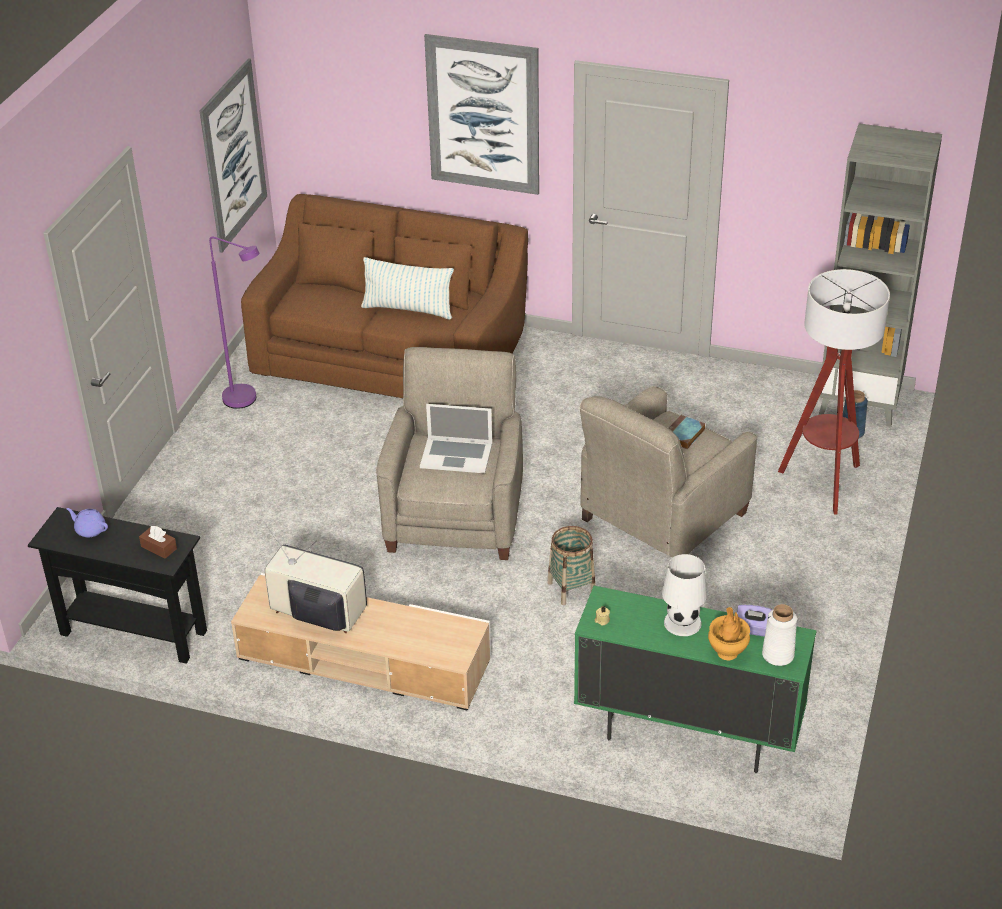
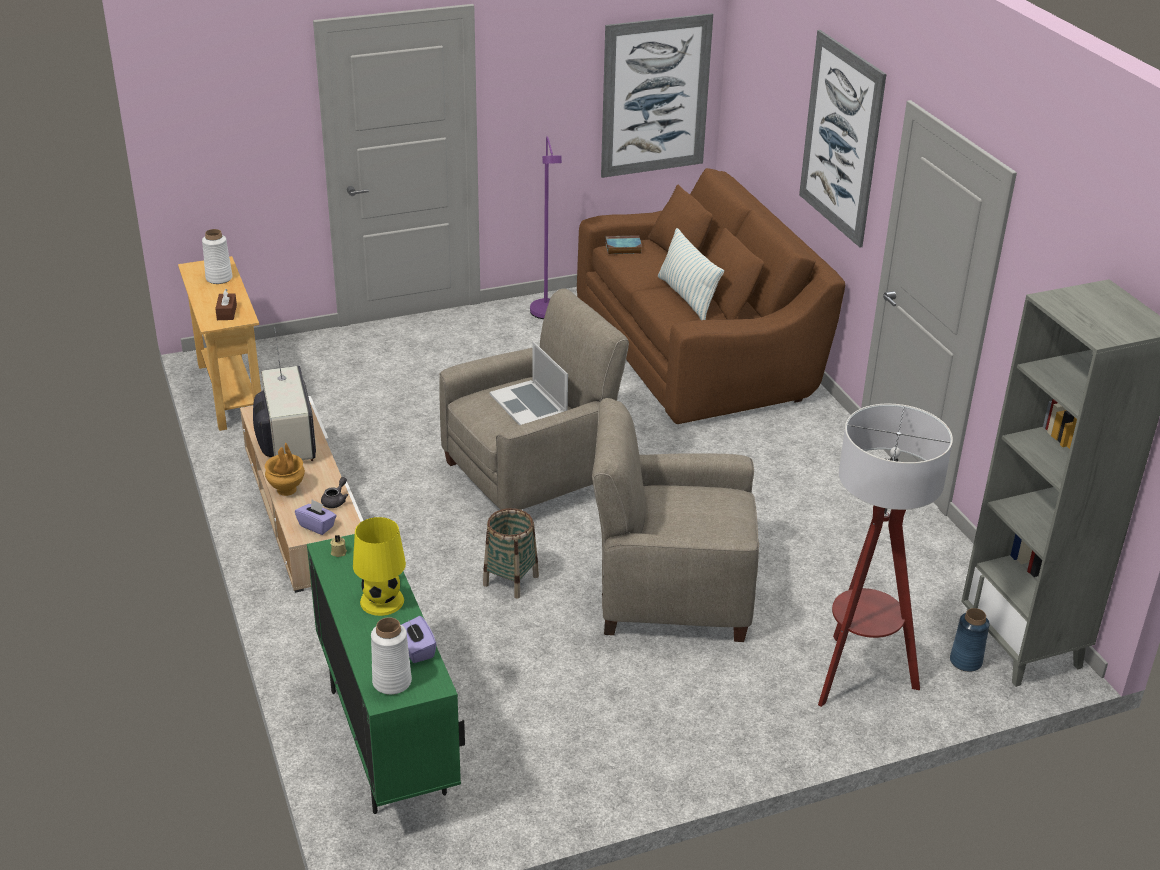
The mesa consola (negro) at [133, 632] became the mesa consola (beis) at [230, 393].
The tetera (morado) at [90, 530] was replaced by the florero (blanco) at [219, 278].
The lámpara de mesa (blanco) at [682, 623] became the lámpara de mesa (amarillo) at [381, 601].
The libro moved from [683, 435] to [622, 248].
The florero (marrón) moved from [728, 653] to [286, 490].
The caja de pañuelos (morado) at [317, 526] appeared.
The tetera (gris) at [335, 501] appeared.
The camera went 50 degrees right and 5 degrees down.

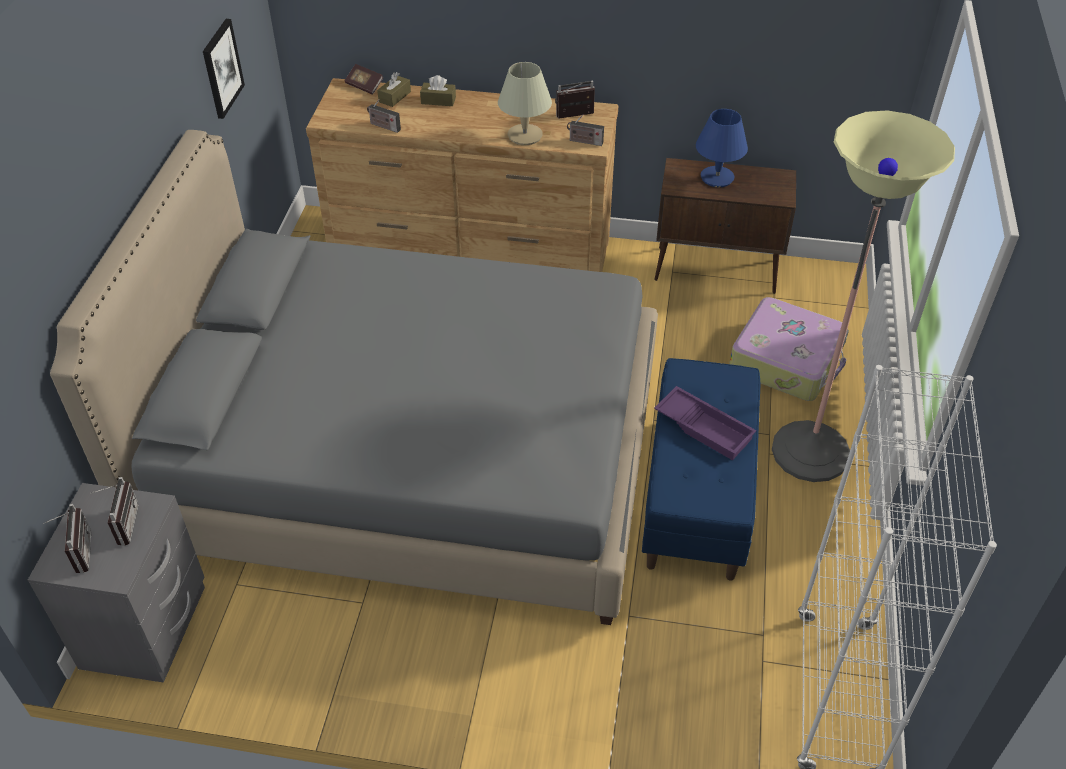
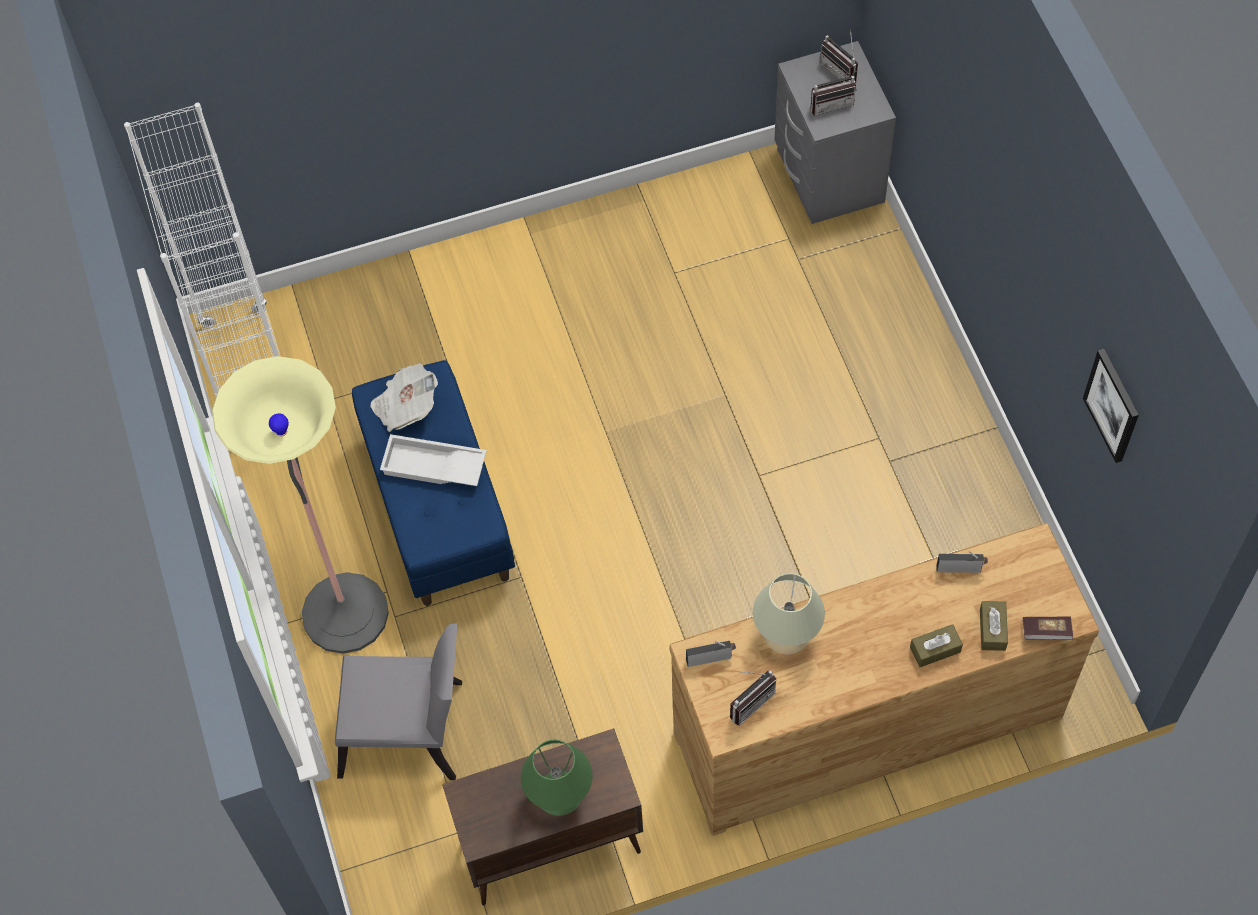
The cama (gris) at [410, 459] disappeared.
The radio at [122, 525] turned 75 degrees counterclockwise.
The bandeja (morado) at [705, 427] became the bandeja (blanco) at [433, 467].
The lámpara de mesa (azul) at [717, 177] became the lámpara de mesa (verde) at [560, 794].
The maleta at [787, 360] was replaced by the silla (gris) at [410, 732].
The periódico at [406, 407] appeared.
The camera went 155 degrees right and 15 degrees up.

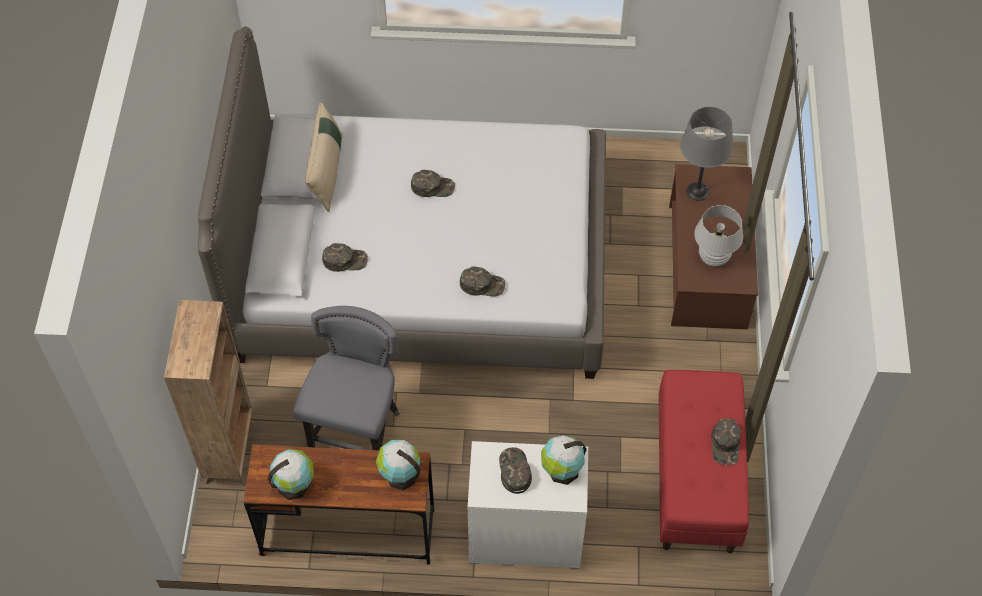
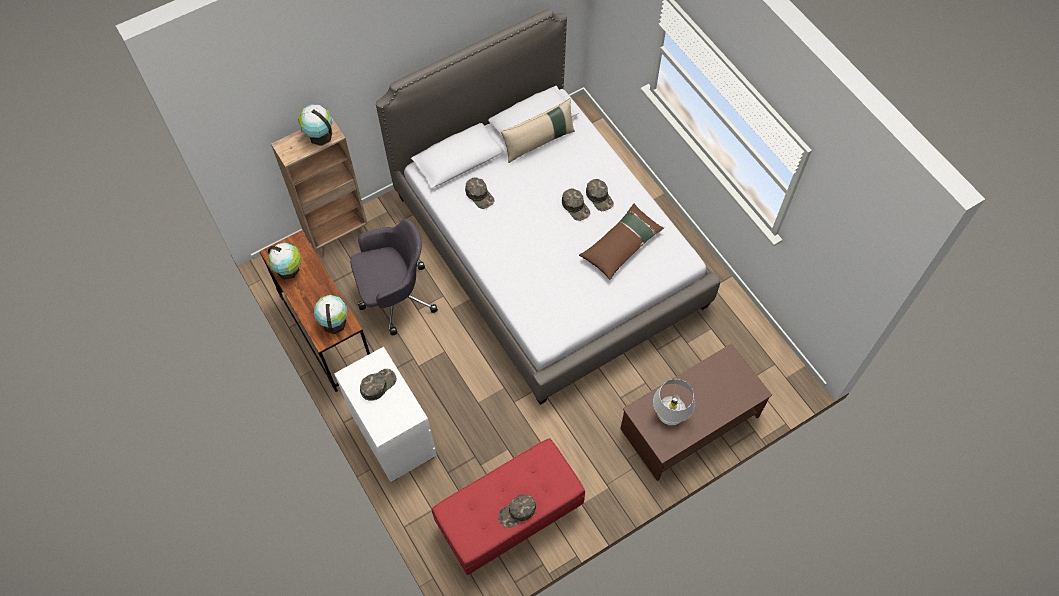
The taburete (gris) at [358, 439] was replaced by the silla de oficina (gris) at [394, 296].
The gorra (verde) moved from [482, 284] to [599, 197].
The globo terráqueo moved from [561, 471] to [319, 135].
The lámpara de mesa (gris) at [697, 191] disappeared.
The cojín (marrón) at [621, 245] appeared.
The camera went 55 degrees right and 5 degrees up.

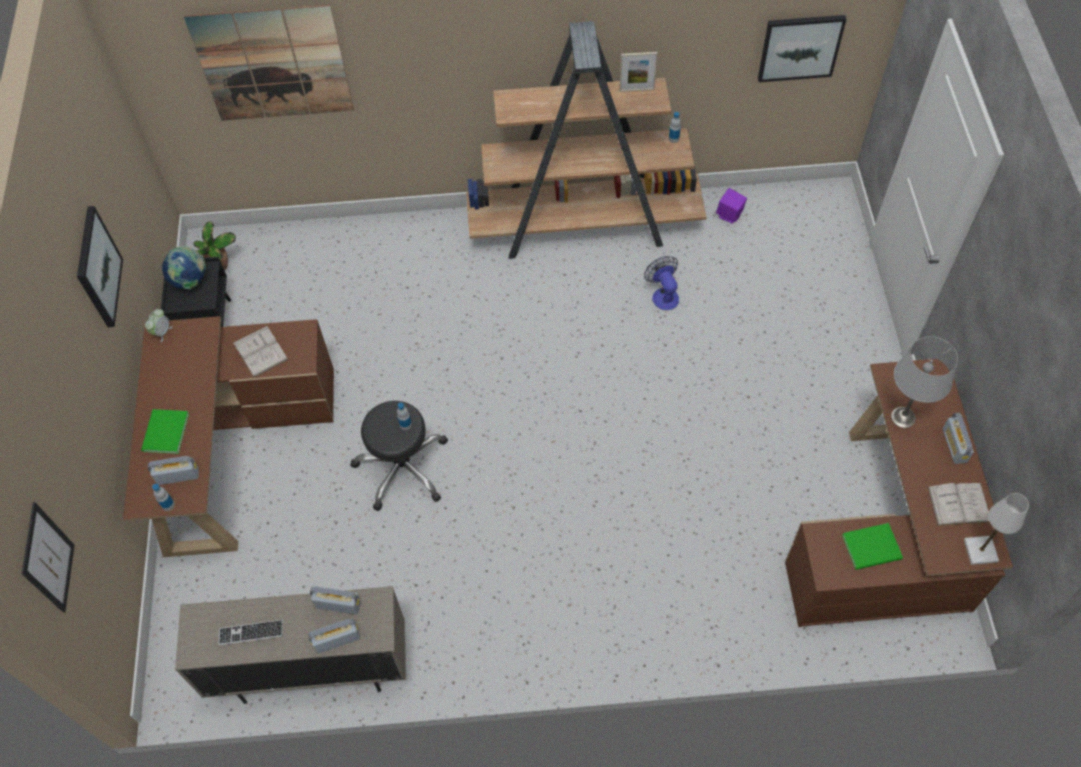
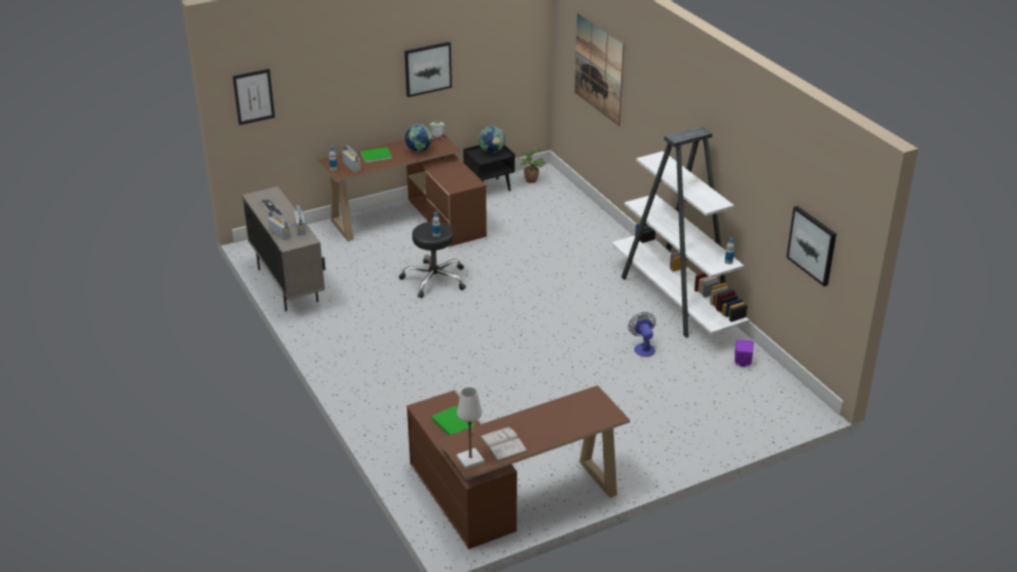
The libro (blanco) at [260, 351] disappeared.
The estantería (marrón) at [585, 225] became the estantería (blanco) at [676, 301].
The portarretratos at [636, 90] disappeared.
The ventilador at [663, 295] turned 60 degrees counterclockwise.
The lámpara de mesa (gris) at [902, 417] disappeared.
The radio at [954, 445] disappeared.
The globo terráqueo at [419, 151] appeared.
The camera went 65 degrees right and 25 degrees down.

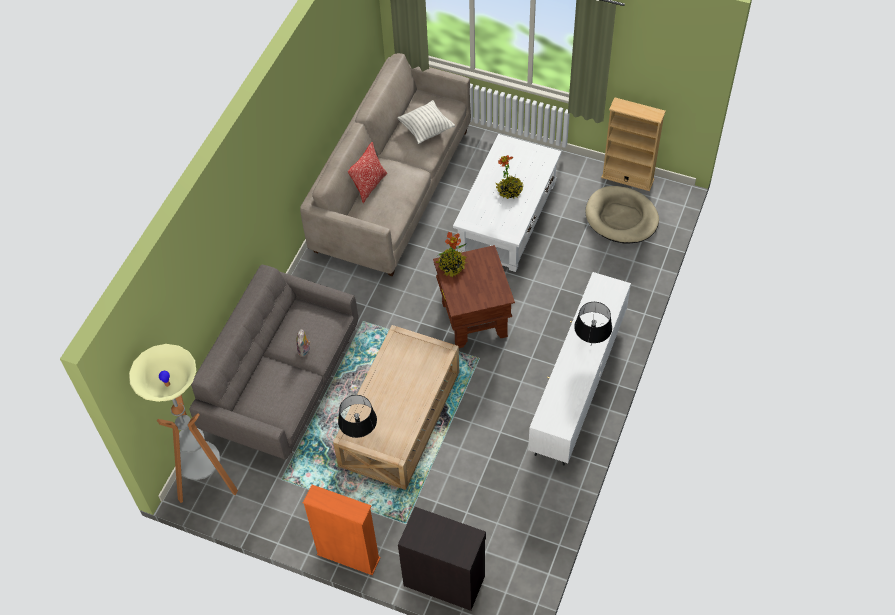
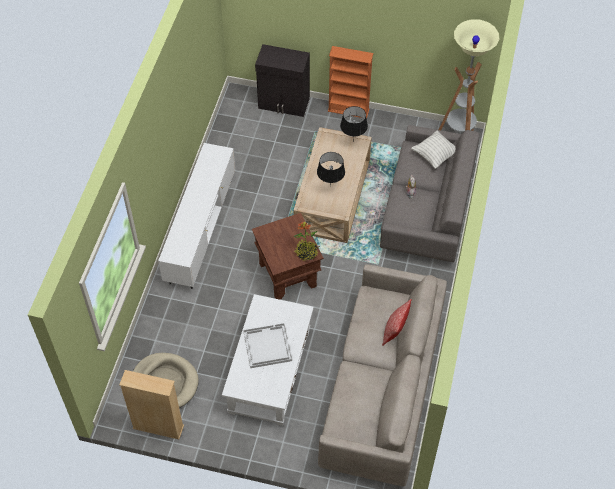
The cojín moved from [426, 130] to [435, 155].
The planta en maceta at [509, 190] was replaced by the bandeja (blanco) at [267, 346].
The lámpara de mesa (negro) moved from [590, 345] to [330, 187].
The camera went 170 degrees right and 0 degrees up.

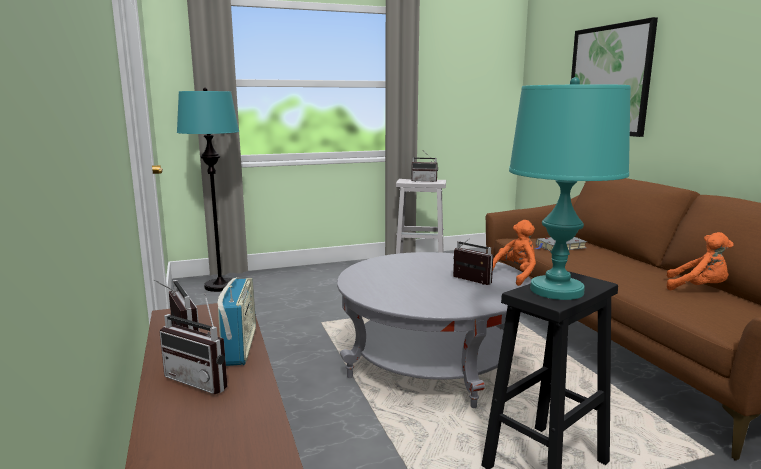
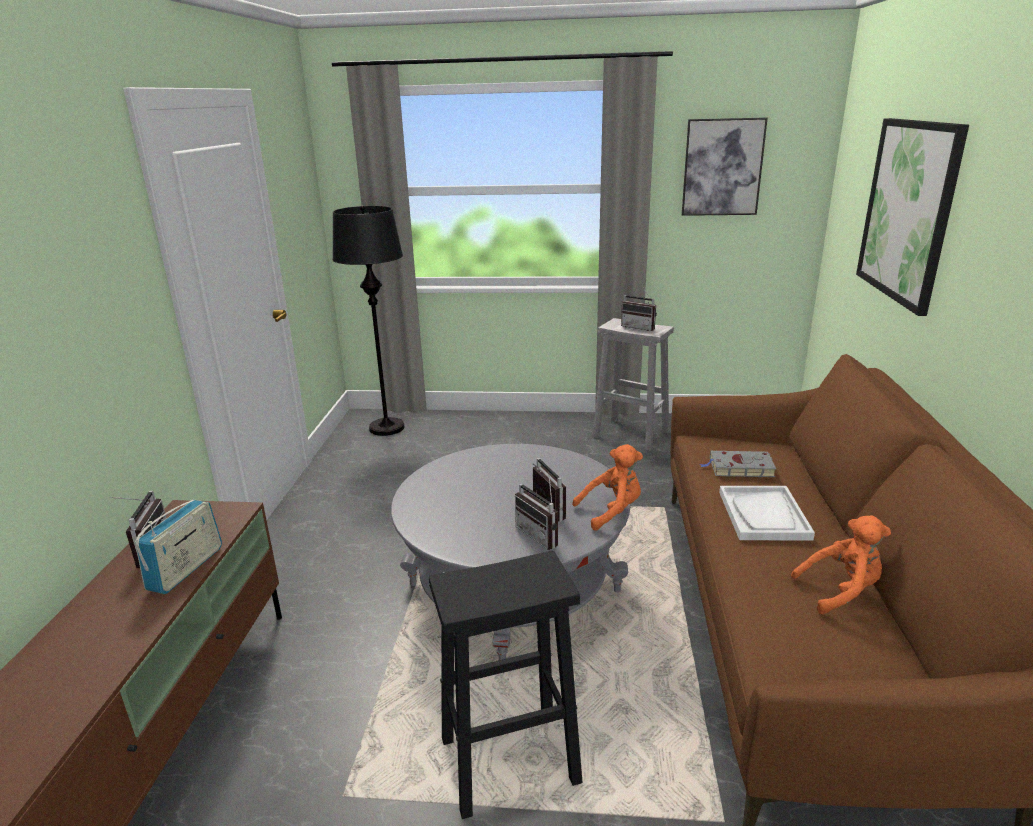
The radio moved from [203, 380] to [542, 535].
The lámpara de pie (turquesa) at [220, 286] became the lámpara de pie (negro) at [387, 428].
The lámpara de mesa (turquesa) at [557, 290] disappeared.
The peluche (naranja) at [698, 288] turned 60 degrees counterclockwise.
The cuadro at [722, 167] appeared.
The bandeja (blanco) at [763, 515] appeared.
The camera went 25 degrees right and 10 degrees up.

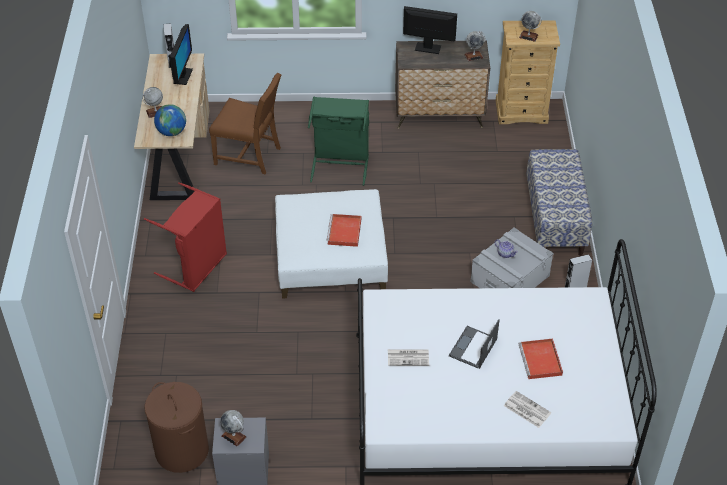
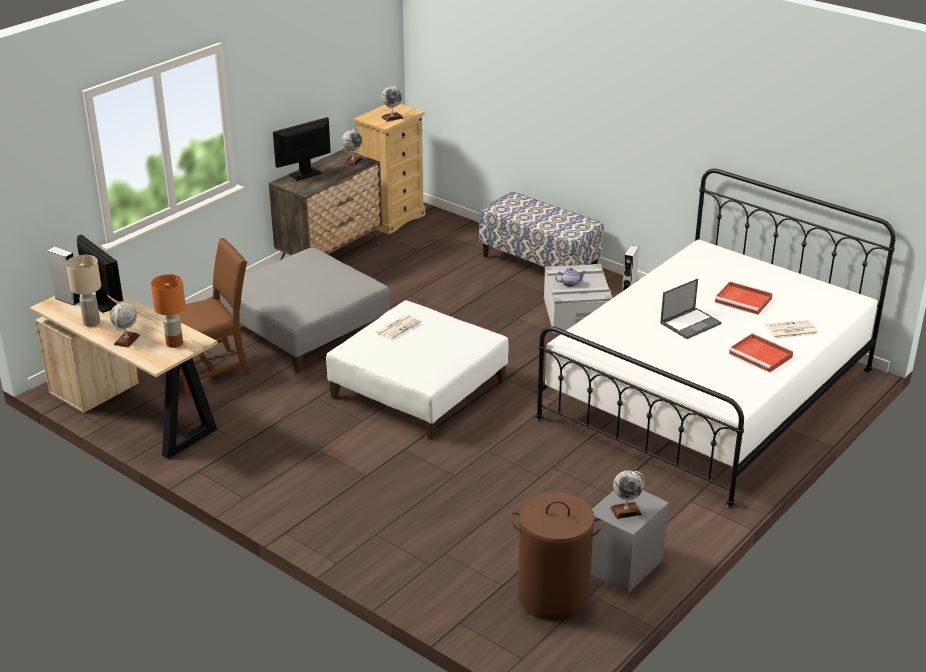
The cesto de la ropa (rojo) at [197, 267] disappeared.
The globo terráqueo at [171, 132] was replaced by the lámpara de mesa (naranja) at [174, 343].
The cesto de la ropa (verde) at [340, 164] was replaced by the puf (gris) at [307, 328].
The bandeja (rojo) moved from [344, 232] to [761, 355].
The periódico moved from [408, 357] to [398, 327].
The portátil at [473, 348] turned 105 degrees counterclockwise.
The lámpara de mesa (beis) at [92, 323] appeared.
The camera went 50 degrees left and 15 degrees down.

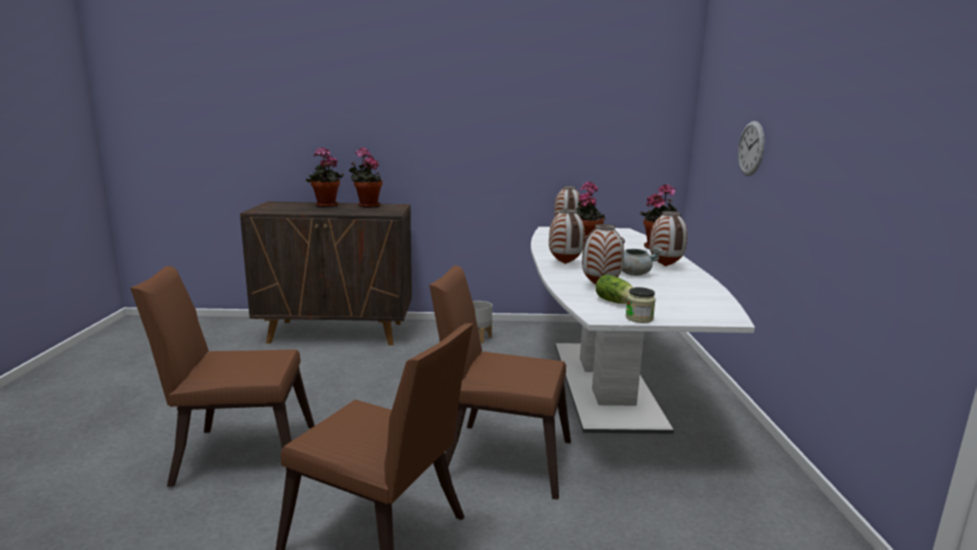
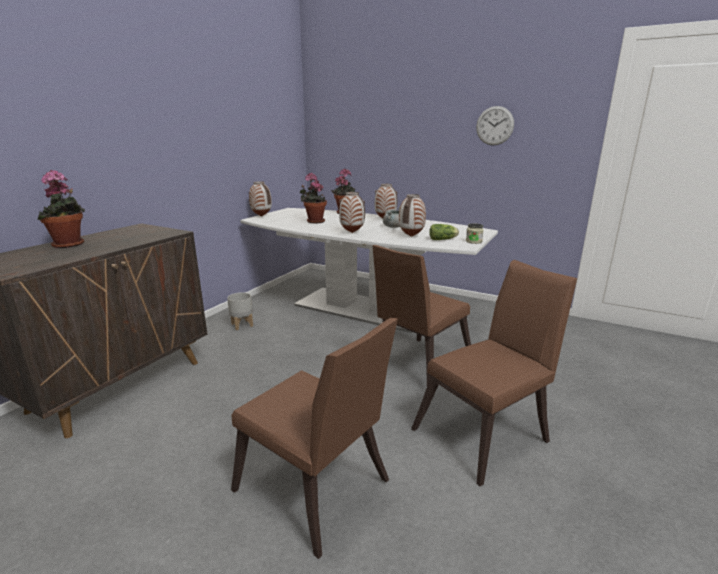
The silla (marrón) at [237, 454] turned 75 degrees counterclockwise.
The planta en maceta at [367, 206] disappeared.
The reloj de pared moved from [751, 148] to [494, 126].
The camera went 60 degrees left and 5 degrees up.

